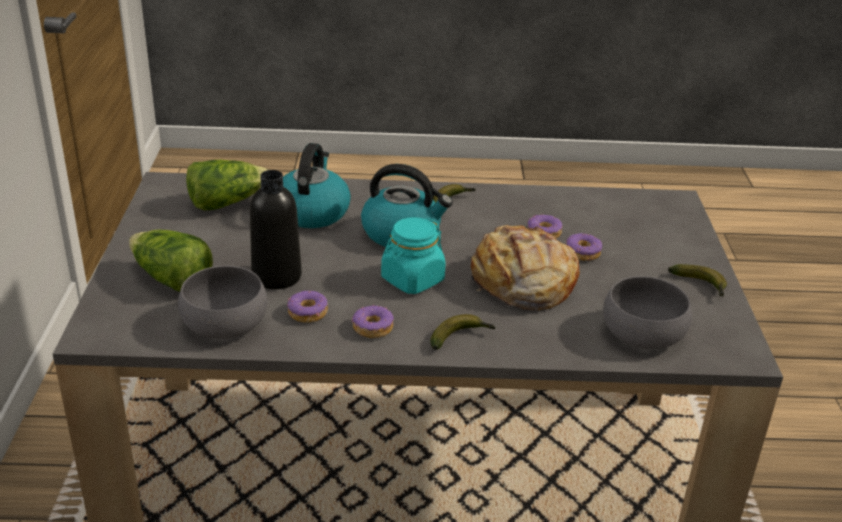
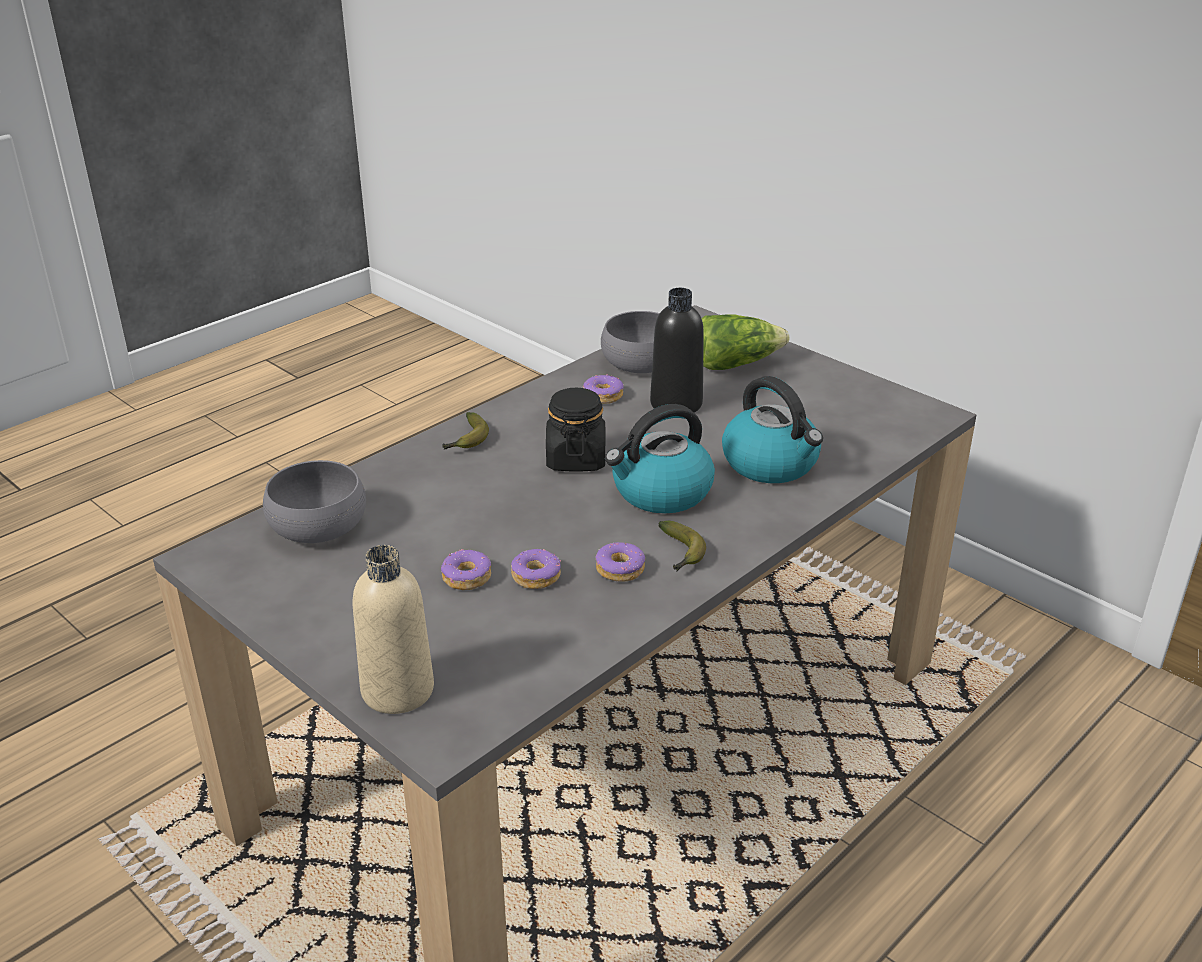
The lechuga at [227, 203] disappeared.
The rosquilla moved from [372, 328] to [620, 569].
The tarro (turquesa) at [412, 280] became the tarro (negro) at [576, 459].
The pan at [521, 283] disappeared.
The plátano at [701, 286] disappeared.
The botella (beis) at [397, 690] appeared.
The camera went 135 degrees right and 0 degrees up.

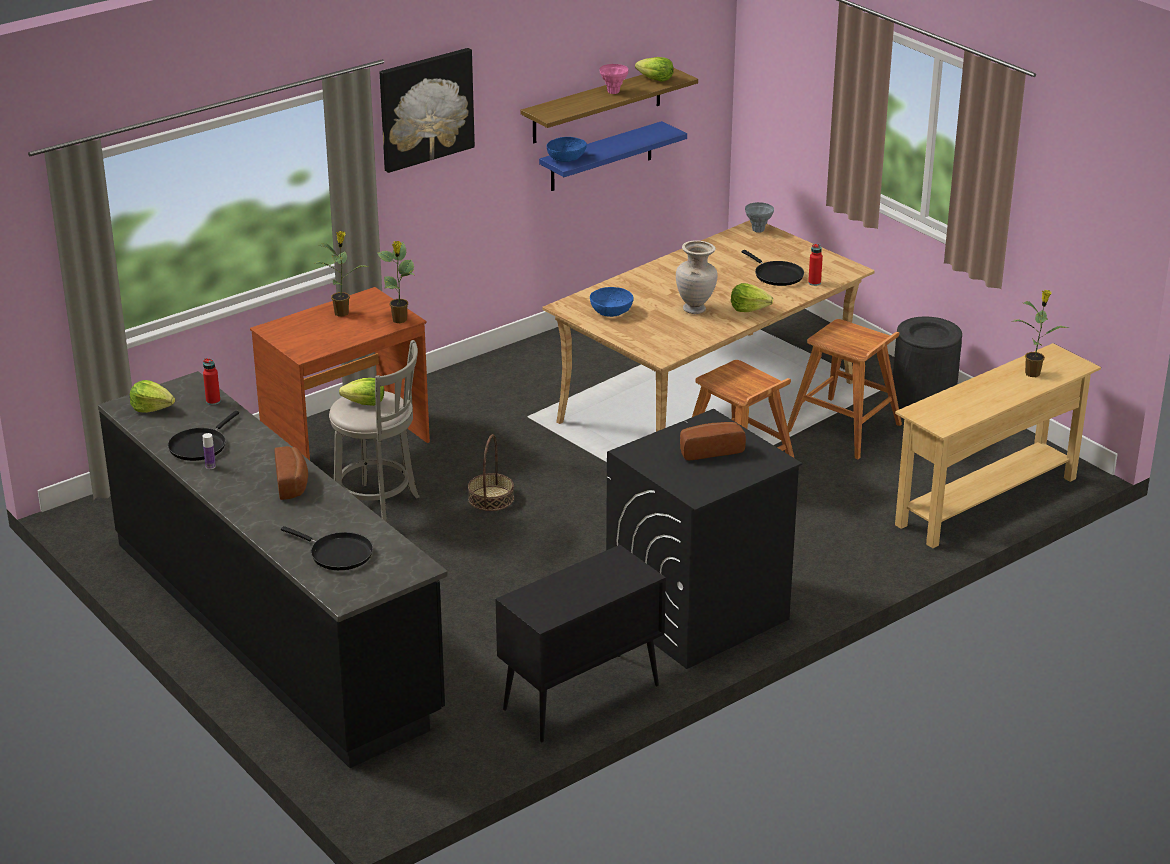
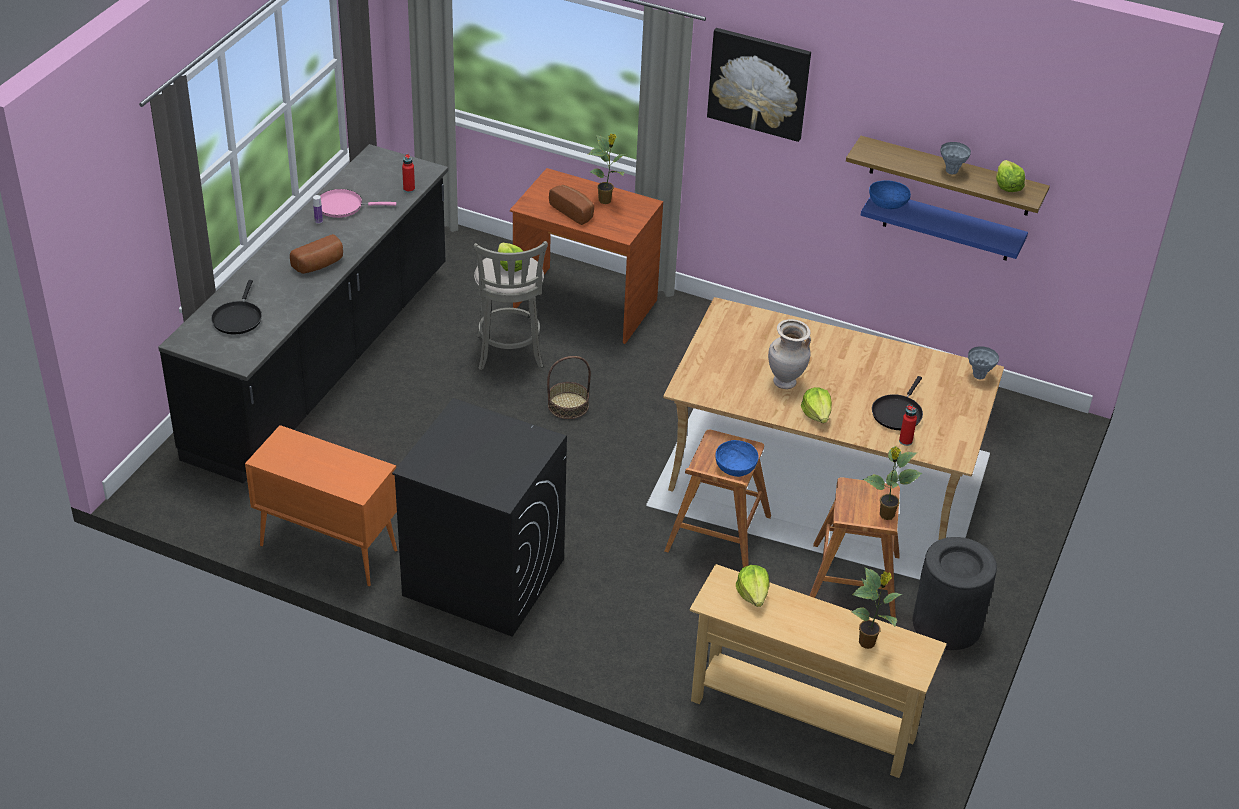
The lechuga moved from [152, 408] to [753, 594].
The sartén (negro) at [200, 446] became the sartén (rosa) at [343, 206].
The planta en maceta moved from [400, 320] to [886, 515].
The armario (negro) at [580, 698] became the armario (naranja) at [327, 548].
The cuenco (azul) moved from [611, 311] to [735, 467].
The florero (rosa) at [613, 92] became the florero (gris) at [951, 171].
The pan moved from [709, 450] to [574, 211].
The camera went 60 degrees right and 10 degrees up.

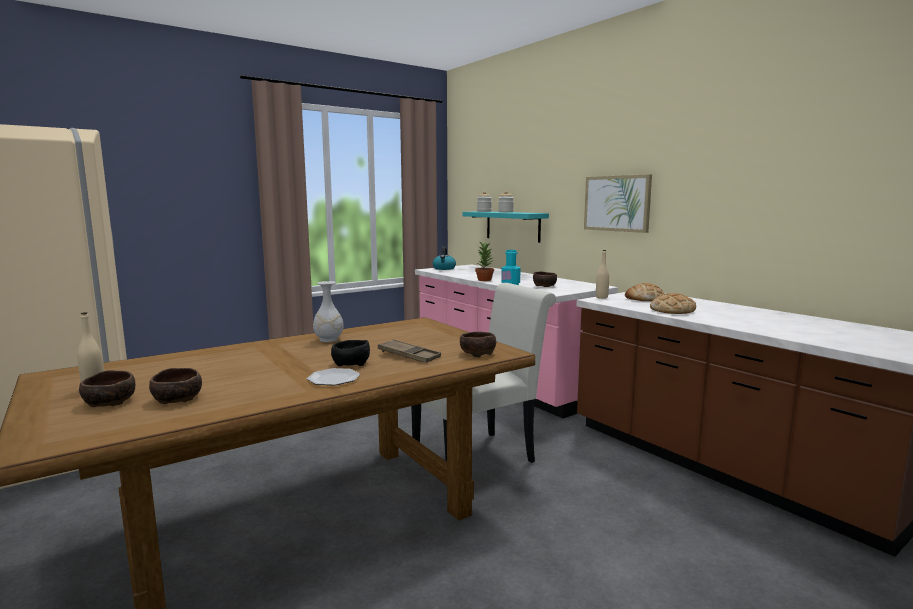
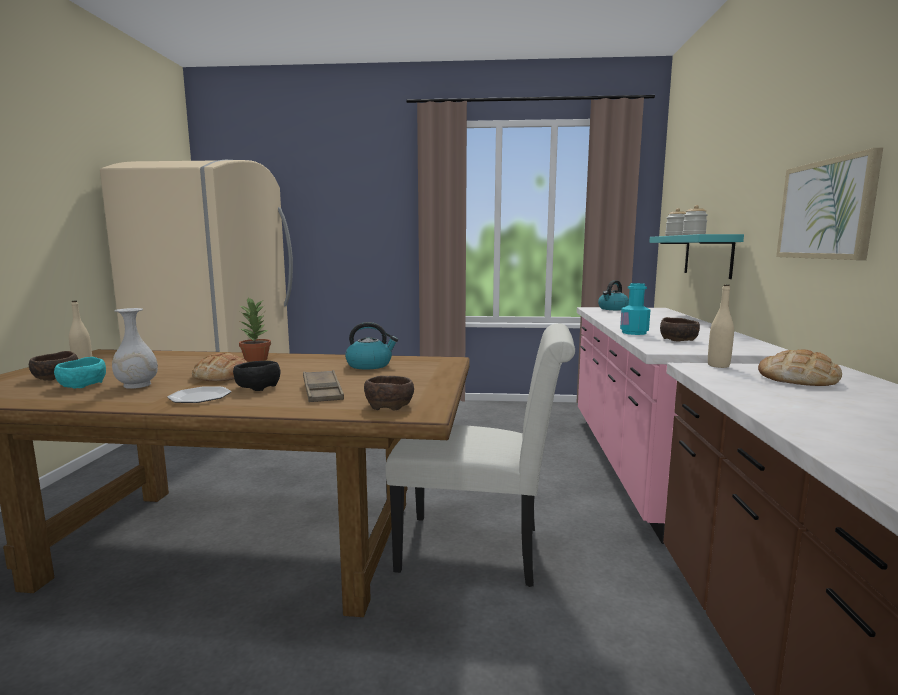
The cuenco (marrón) at [178, 399] became the cuenco (turquesa) at [82, 385].
The florero (blanco) moved from [328, 340] to [137, 385].
The planta en maceta moved from [484, 280] to [256, 359].
The pan moved from [672, 310] to [223, 376].
The hervidor at [370, 365] appeared.
The camera went 40 degrees right and 0 degrees up.

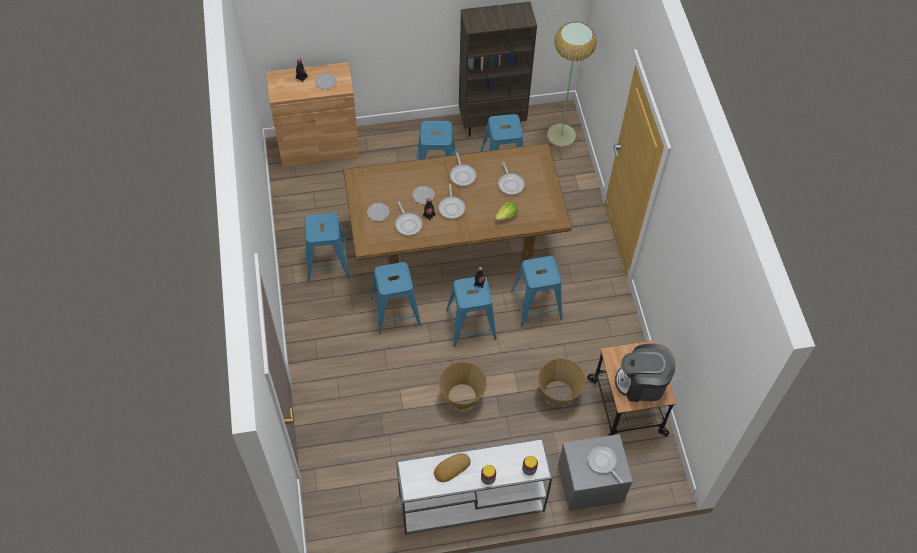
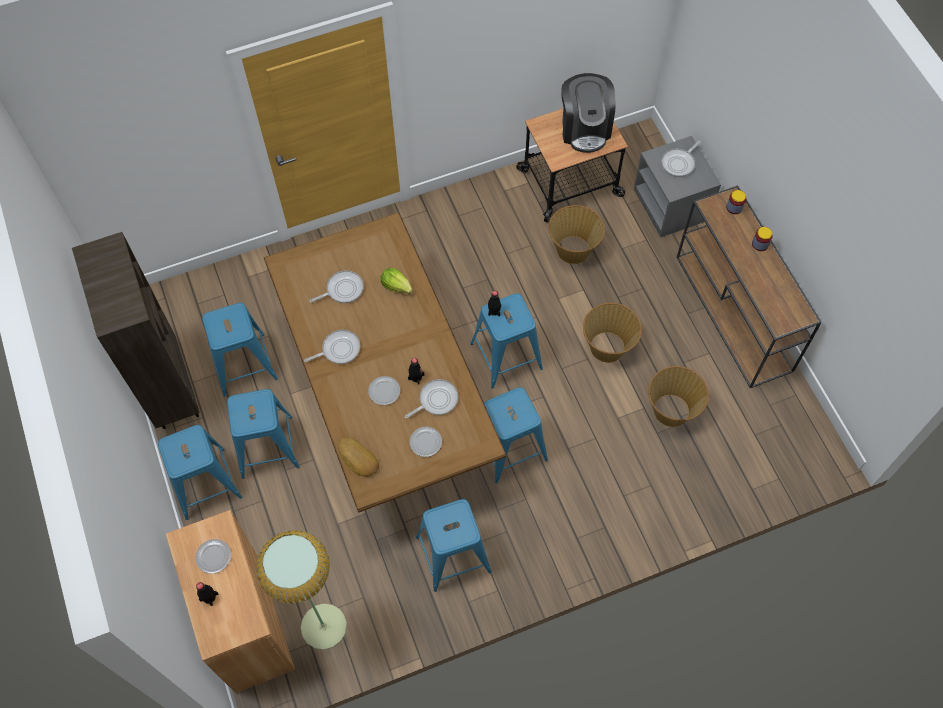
The mesa consola (blanco) at [470, 503] became the mesa consola (marrón) at [734, 314].
The pan moved from [451, 468] to [357, 459].
The sartén at [451, 207] disappeared.
The taburete (azul) moved from [536, 305] to [204, 483].
The lámpara de pie moved from [561, 135] to [324, 626].
The cesta at [672, 410] appeared.
The camera went 100 degrees left and 5 degrees up.

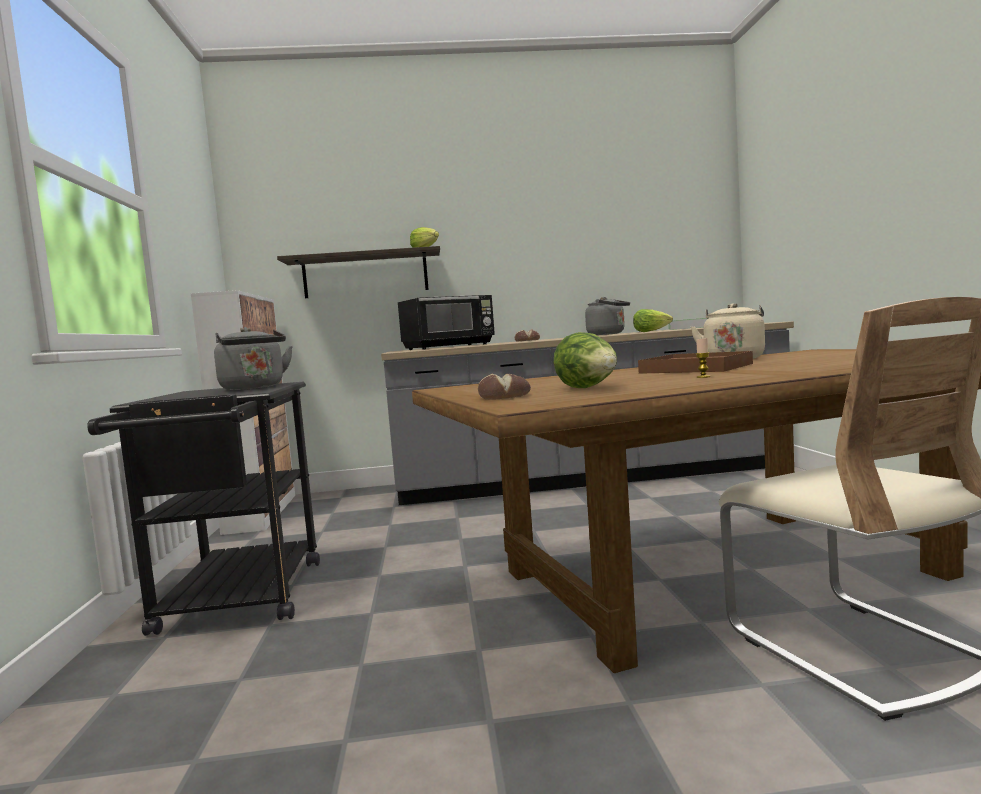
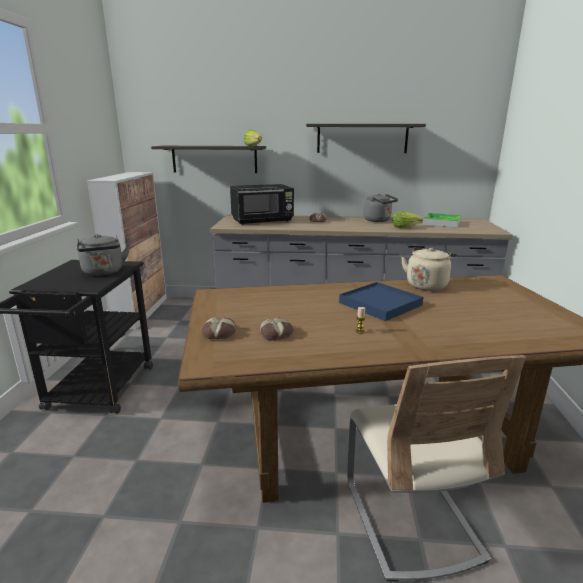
The lechuga at [588, 388] was replaced by the pan at [276, 333].
The bandeja (marrón) at [696, 368] became the bandeja (azul) at [380, 304].
The estante at [362, 138] appeared.
The camera went 10 degrees right and 15 degrees up.

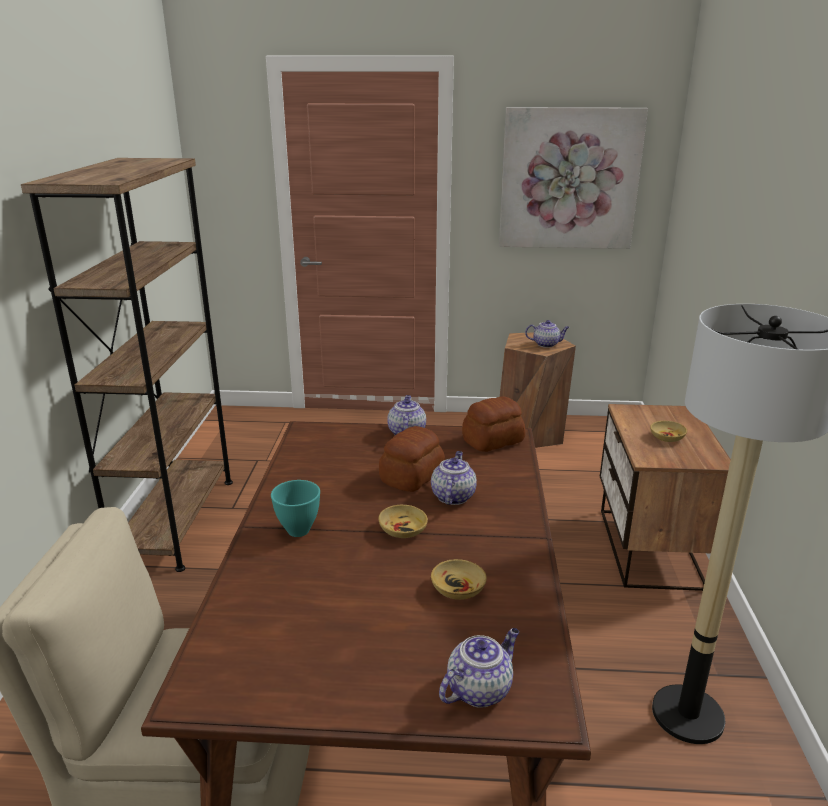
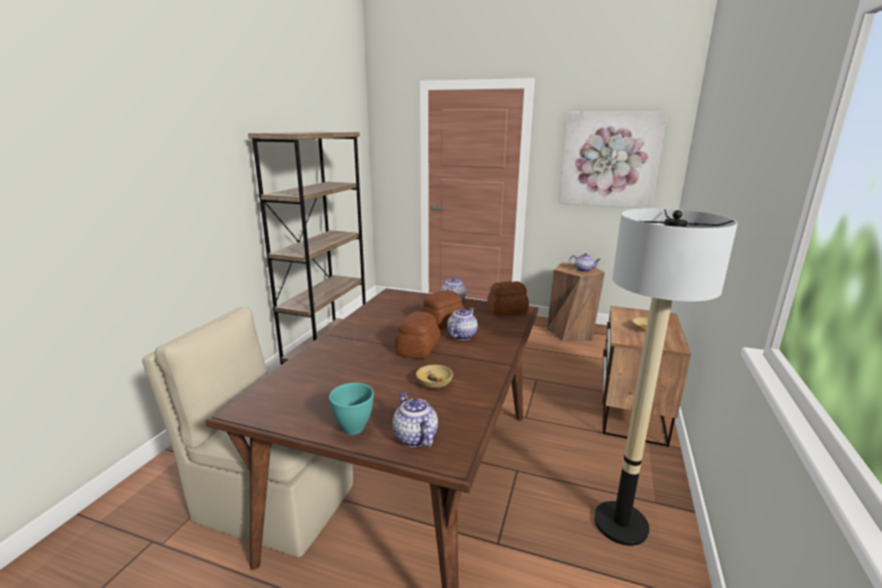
The cuenco (turquesa) moved from [299, 531] to [353, 429].
The cuenco (beis) at [403, 530] was replaced by the pan at [419, 348].
The tetera at [479, 689] turned 90 degrees counterclockwise.
The camera went 15 degrees right and 5 degrees down.

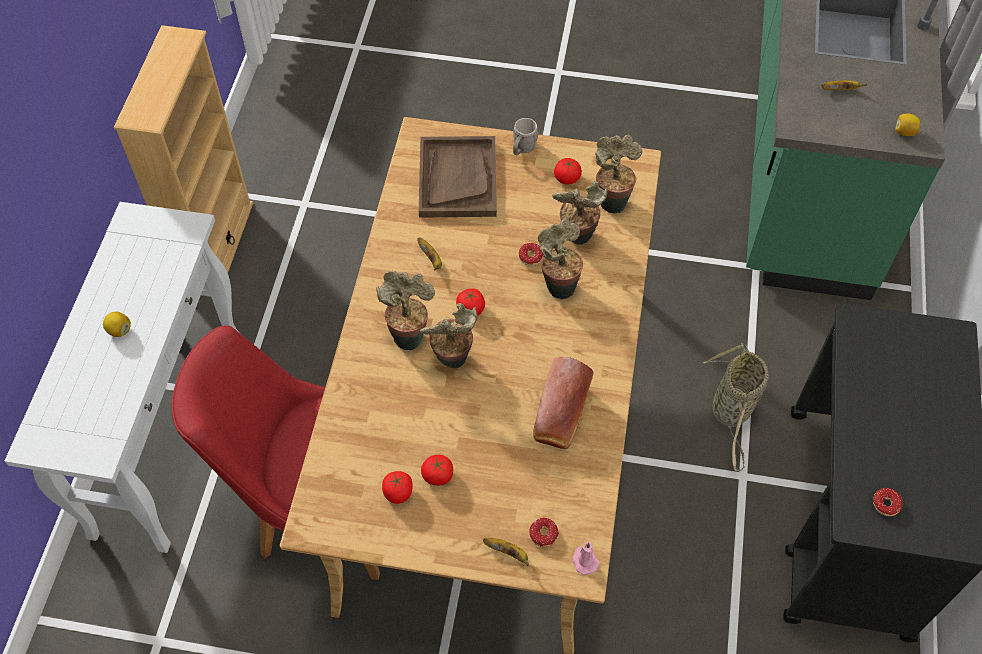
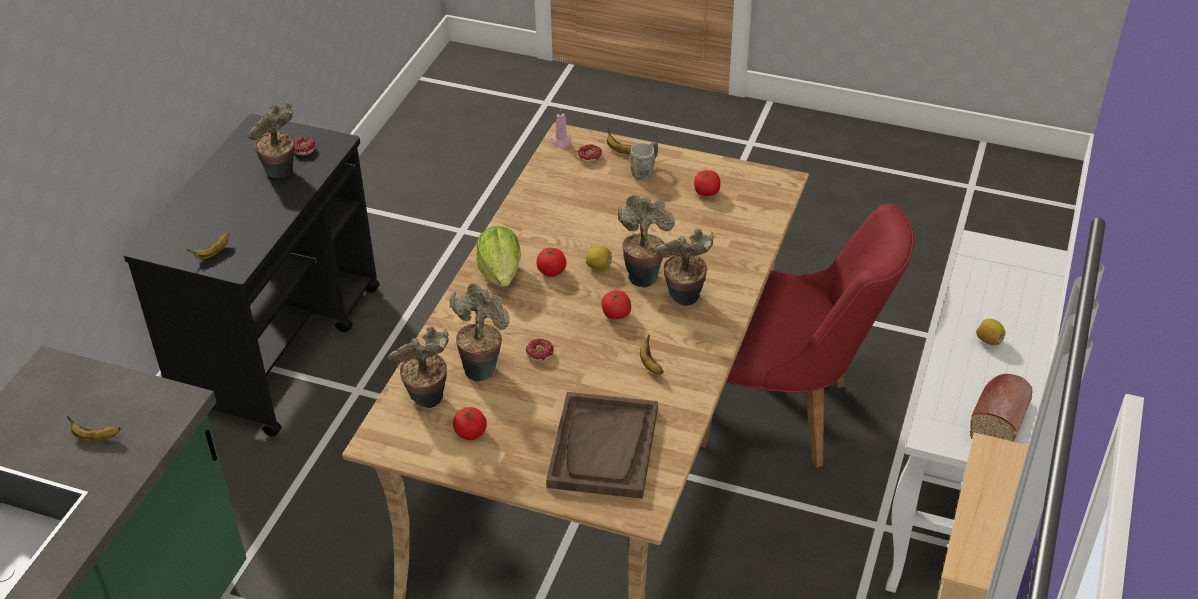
The tomate moved from [437, 476] to [551, 271].
The taza grande (gris) moved from [522, 149] to [645, 171].
The pan moved from [560, 415] to [1000, 418].
The planta en maceta moved from [558, 285] to [281, 174].
The cesta at [731, 412] disappeared.
The limón moved from [904, 132] to [599, 267].
The plátano at [213, 253] appeared.
The lechuga at [500, 272] appeared.
The camera went 170 degrees left and 15 degrees down.

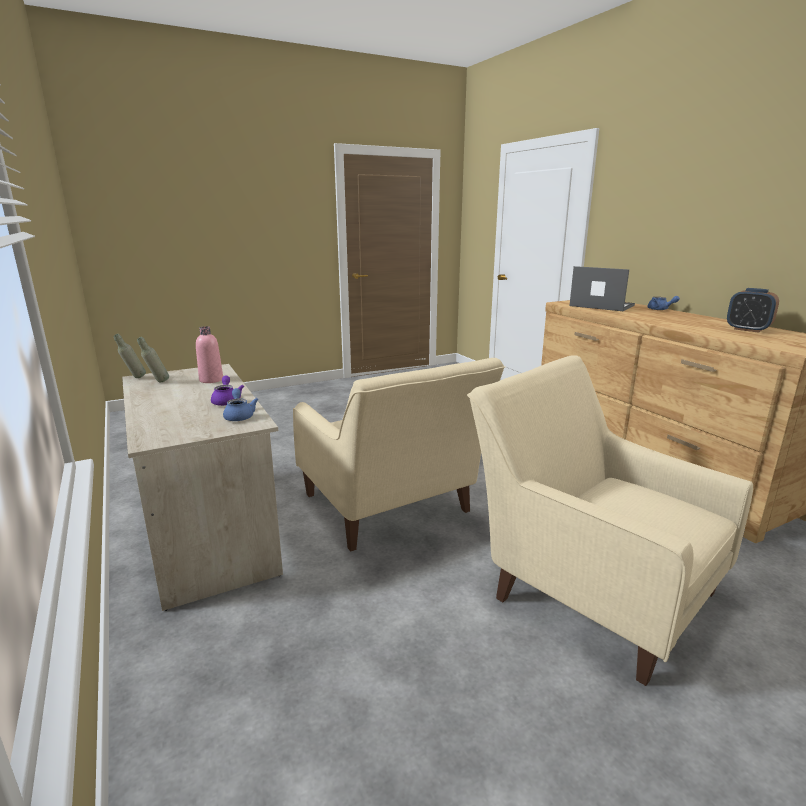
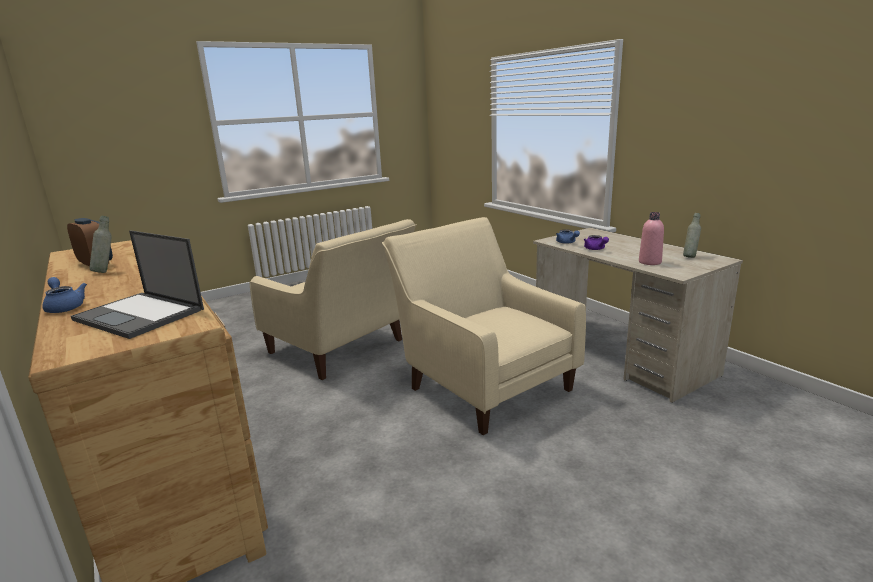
The botella (gris) moved from [134, 378] to [107, 271].
The camera went 175 degrees right and 0 degrees up.

